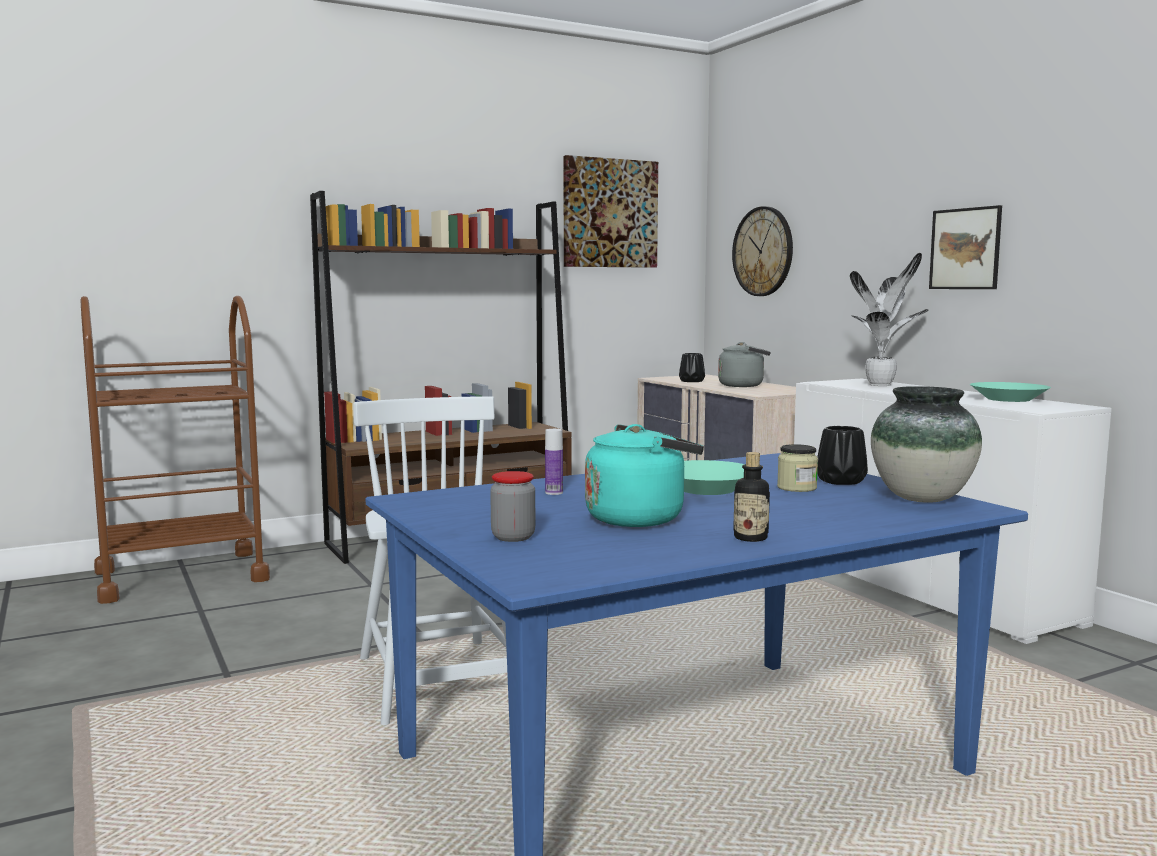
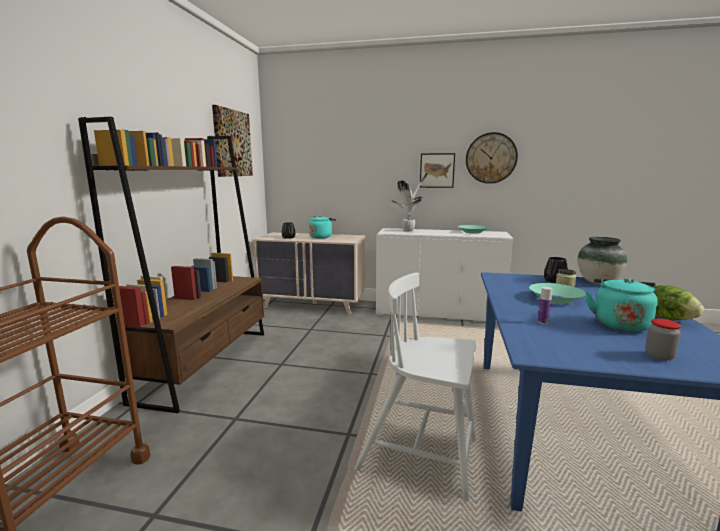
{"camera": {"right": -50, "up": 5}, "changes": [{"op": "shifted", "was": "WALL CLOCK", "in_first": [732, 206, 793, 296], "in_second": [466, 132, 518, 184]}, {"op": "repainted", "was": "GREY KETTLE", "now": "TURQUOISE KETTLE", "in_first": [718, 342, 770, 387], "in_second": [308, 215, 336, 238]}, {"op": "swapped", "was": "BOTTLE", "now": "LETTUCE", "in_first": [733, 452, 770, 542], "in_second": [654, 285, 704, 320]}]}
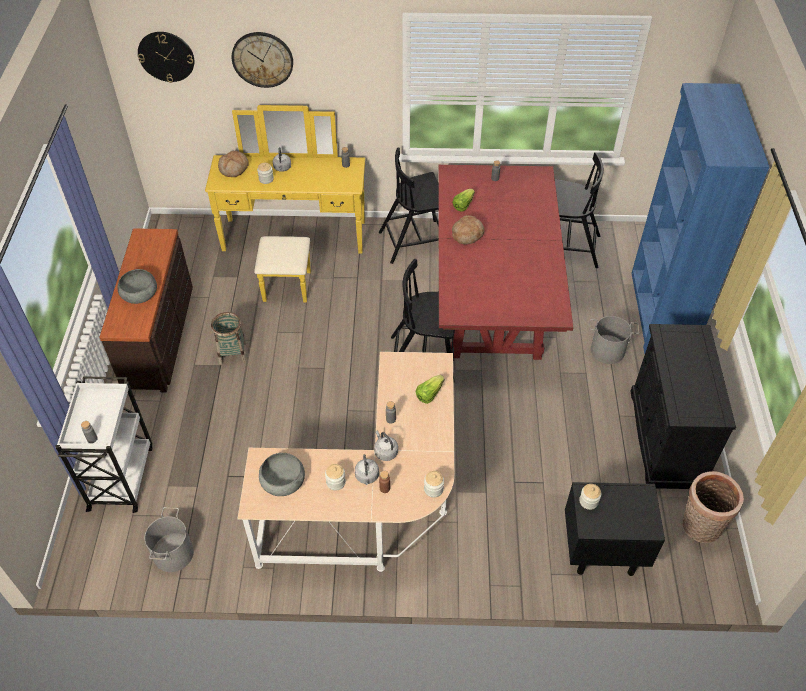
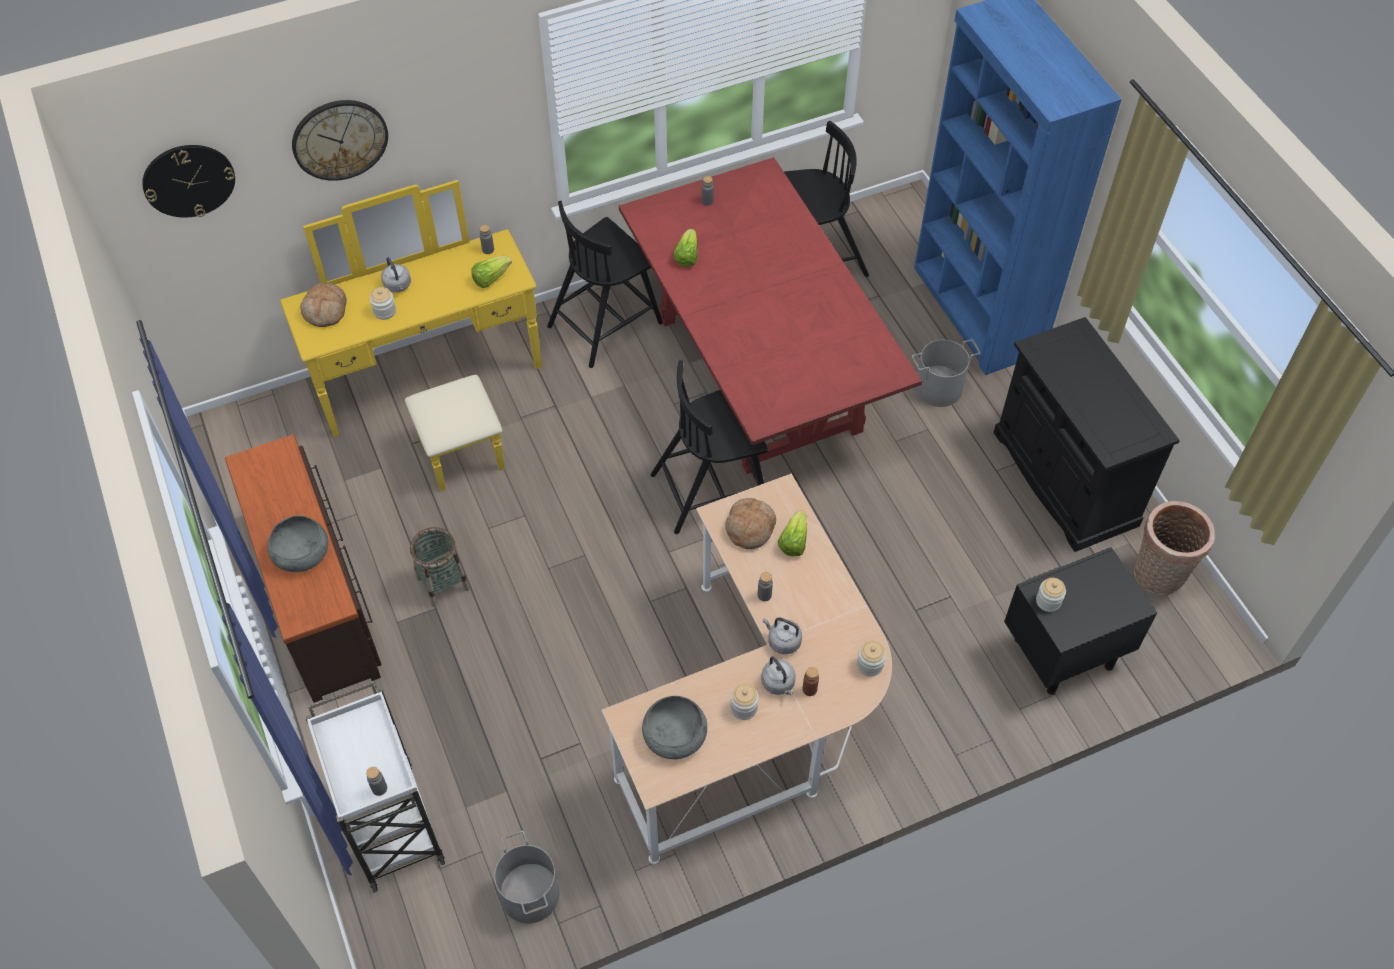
{"camera": {"right": -25, "up": 5}, "changes": [{"op": "shifted", "was": "BREAD", "in_first": [452, 215, 484, 245], "in_second": [725, 498, 776, 549]}, {"op": "new", "now": "LETTUCE", "in_second": [471, 256, 512, 288]}]}
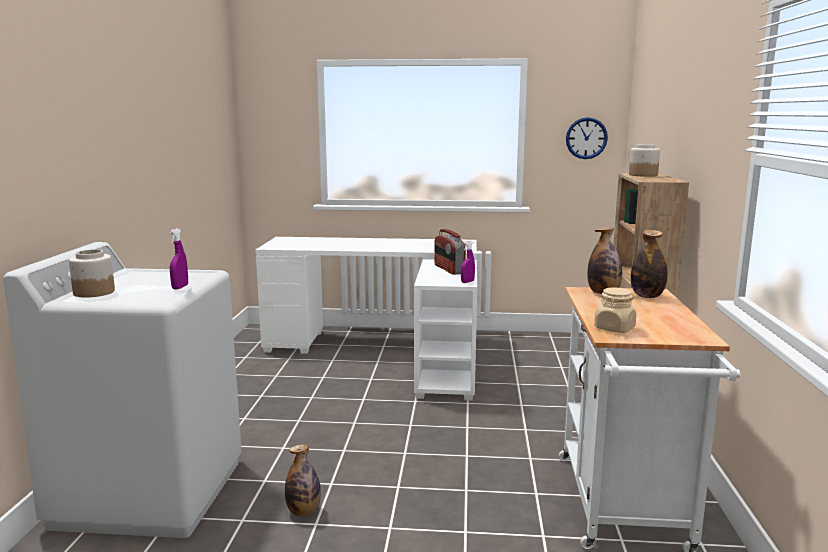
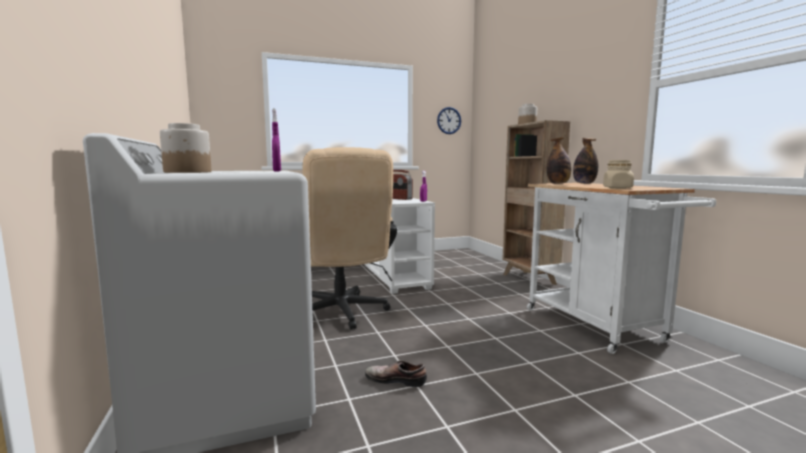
{"camera": {"right": -25, "up": -5}, "changes": [{"op": "swapped", "was": "BOTTLE", "now": "SHOE", "in_first": [285, 444, 321, 516], "in_second": [365, 360, 427, 387]}, {"op": "new", "now": "BEIGE OFFICE CHAIR", "in_second": [302, 147, 397, 330]}]}
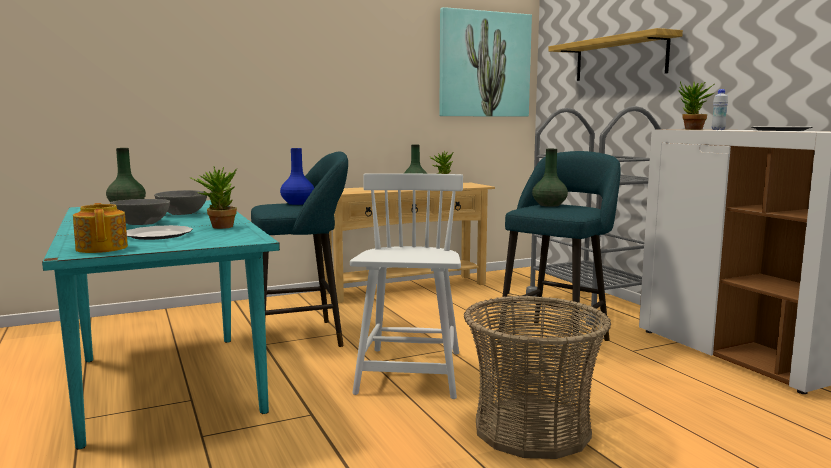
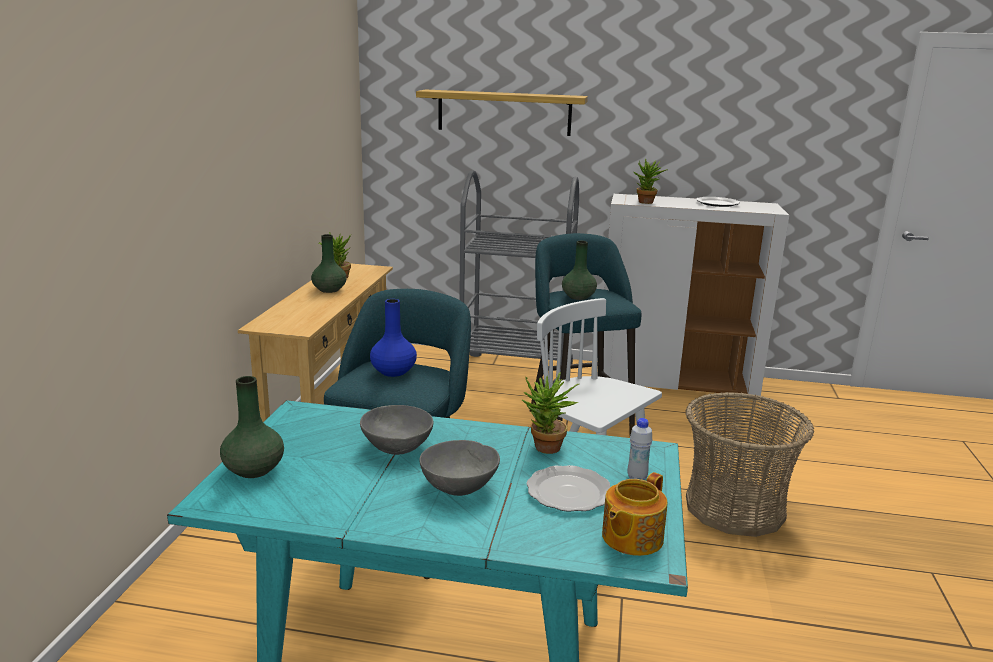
{"camera": {"right": -55, "up": 10}, "changes": [{"op": "gone", "was": "PICTURE", "in_first": [439, 7, 532, 117]}, {"op": "shifted", "was": "WHITE BOTTLE", "in_first": [712, 89, 728, 130], "in_second": [627, 418, 652, 480]}, {"op": "rotated", "was": "TEAPOT", "in_first": [73, 203, 128, 253], "in_second": [602, 472, 668, 556], "clockwise": -60}]}
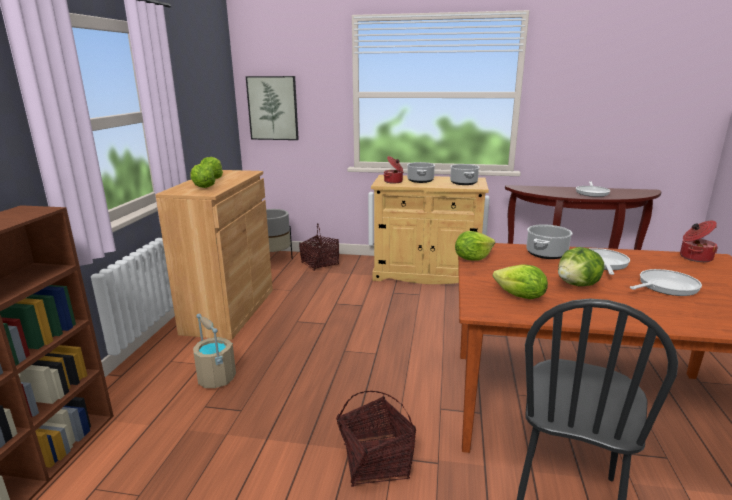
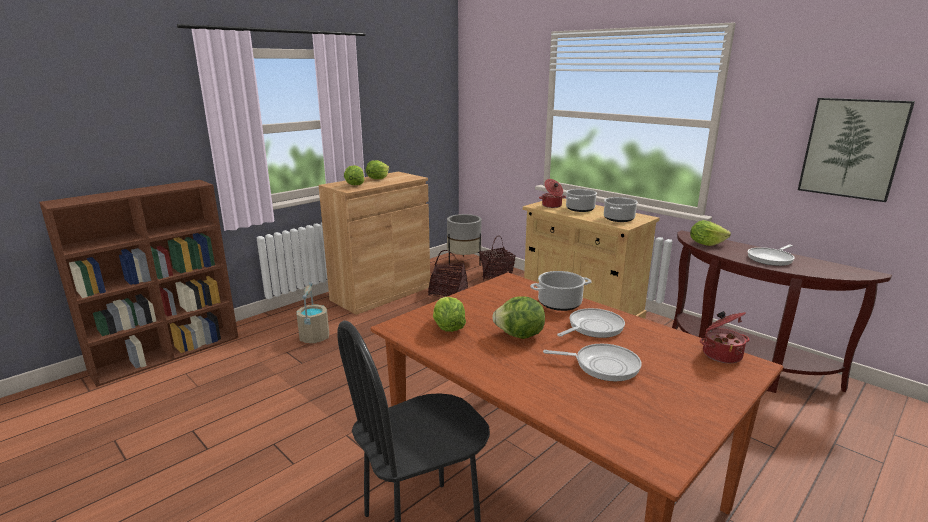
{"camera": {"right": 35, "up": 0}, "changes": [{"op": "shifted", "was": "PICTURE", "in_first": [246, 76, 299, 140], "in_second": [798, 98, 915, 202]}, {"op": "shifted", "was": "LETTUCE", "in_first": [455, 231, 495, 261], "in_second": [690, 220, 731, 246]}, {"op": "shifted", "was": "BASKET", "in_first": [337, 391, 416, 487], "in_second": [428, 250, 468, 297]}]}
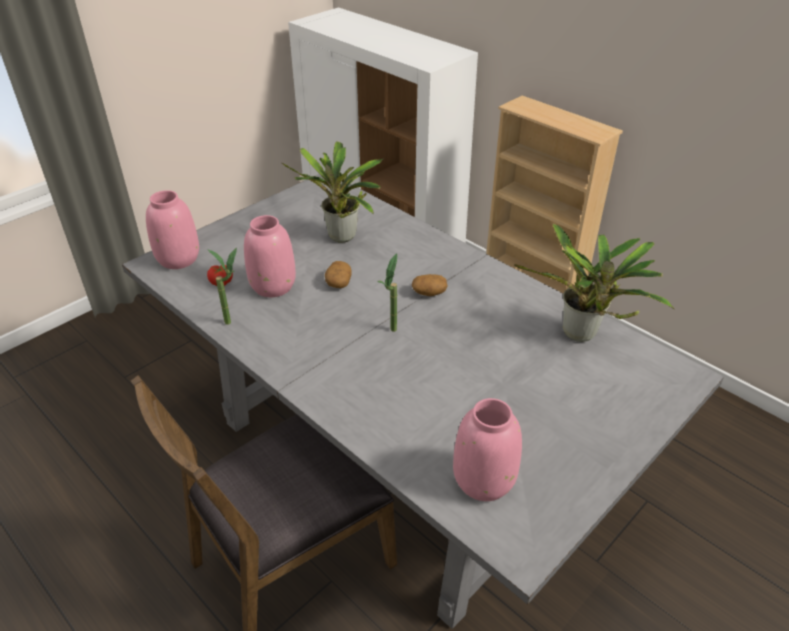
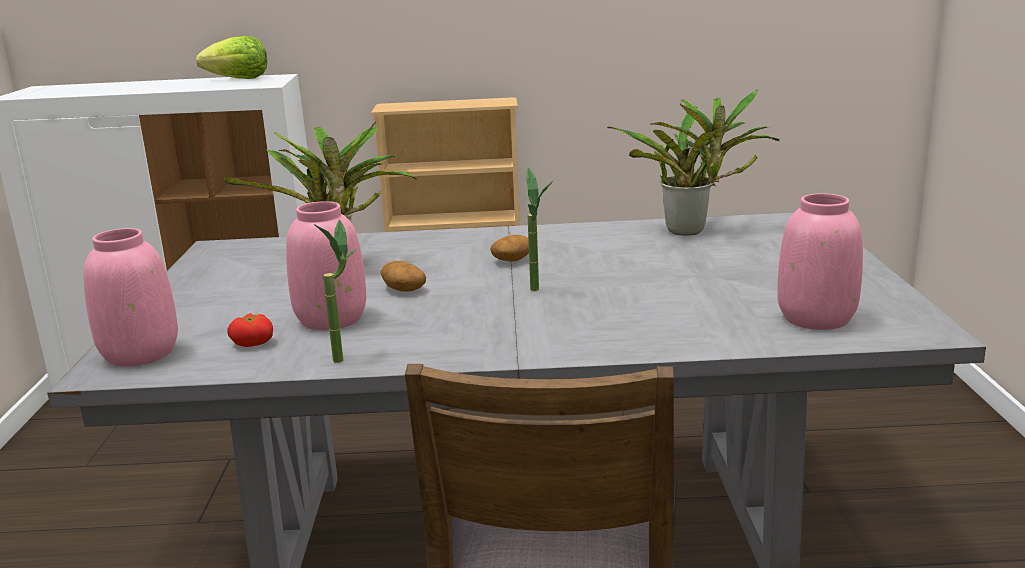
{"camera": {"right": -45, "up": -20}, "changes": [{"op": "new", "now": "LETTUCE", "in_second": [196, 36, 267, 79]}]}
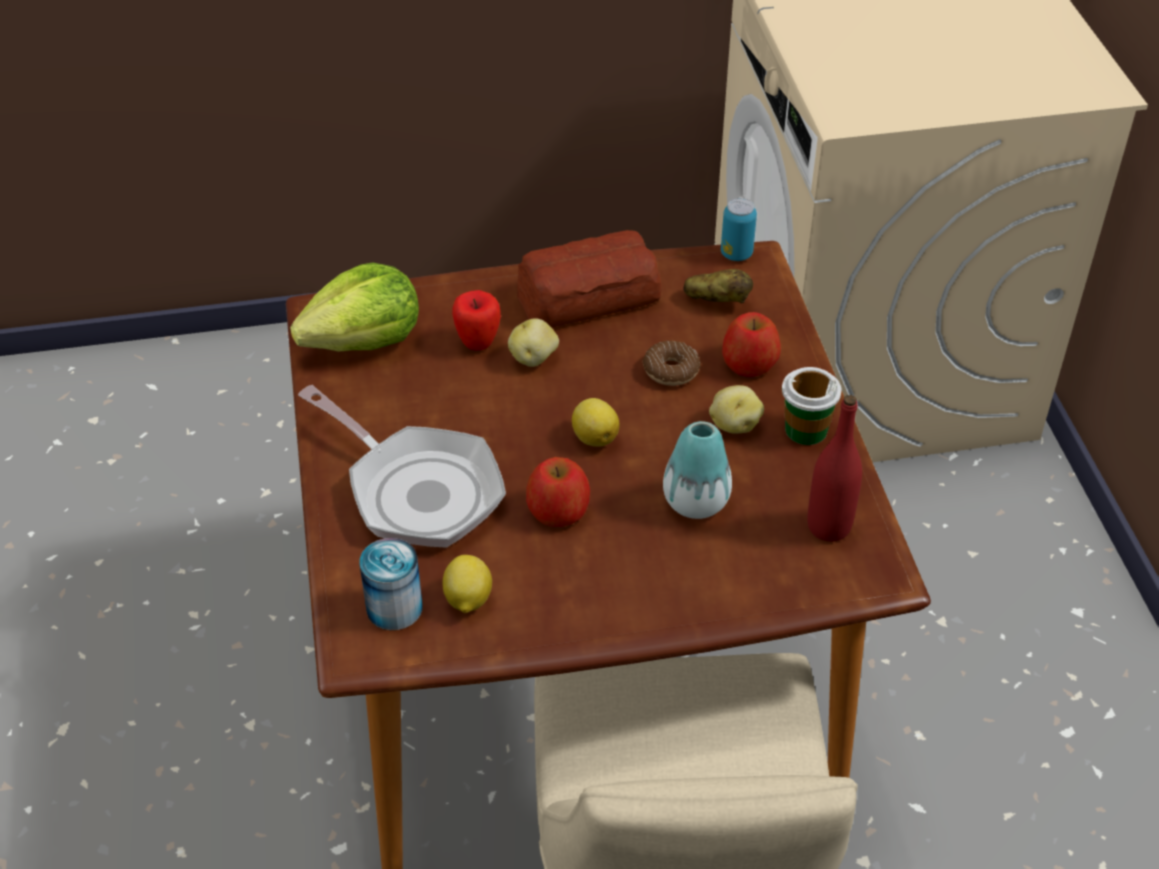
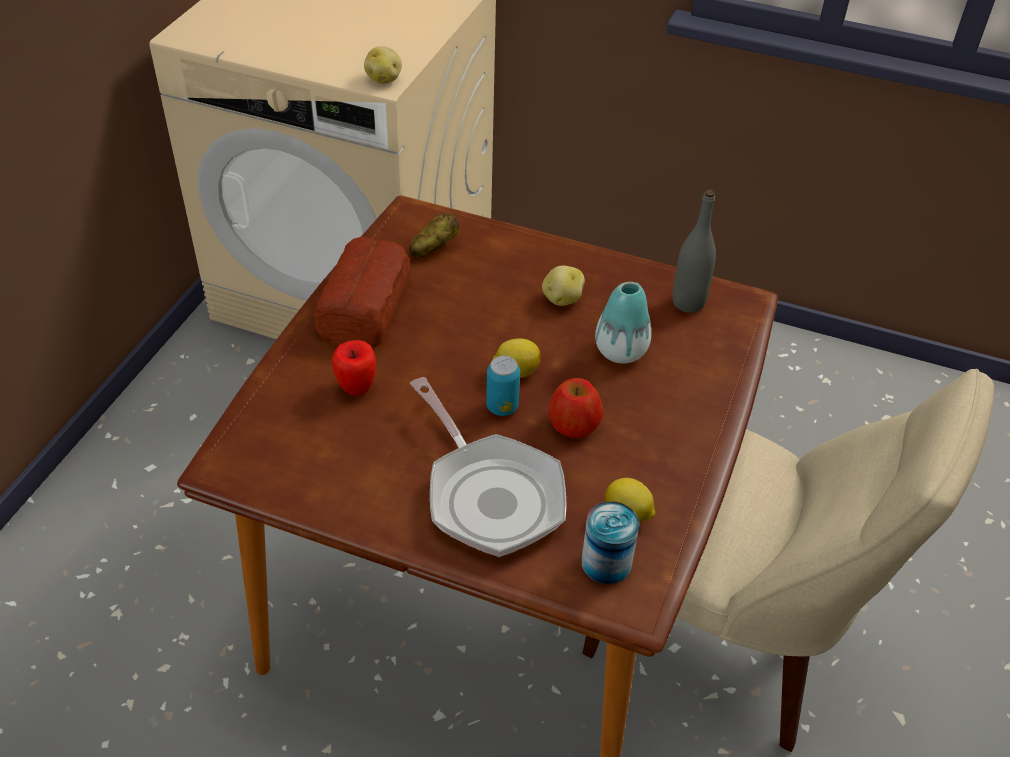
{"camera": {"right": -60, "up": 0}, "changes": [{"op": "shifted", "was": "CAN", "in_first": [721, 198, 757, 261], "in_second": [486, 356, 520, 416]}, {"op": "gone", "was": "LETTUCE", "in_first": [290, 262, 419, 352]}, {"op": "gone", "was": "APPLE", "in_first": [722, 312, 781, 377]}, {"op": "shifted", "was": "POTATO", "in_first": [508, 318, 559, 367], "in_second": [364, 46, 402, 84]}, {"op": "gone", "was": "DONUT", "in_first": [643, 341, 701, 386]}, {"op": "gone", "was": "CUP", "in_first": [782, 367, 842, 445]}, {"op": "rotated", "was": "FRYING PAN", "in_first": [298, 385, 506, 548], "in_second": [410, 377, 567, 557], "clockwise": 75}, {"op": "repainted", "was": "RED BOTTLE", "now": "GREY BOTTLE", "in_first": [807, 395, 862, 542], "in_second": [672, 190, 716, 313]}]}
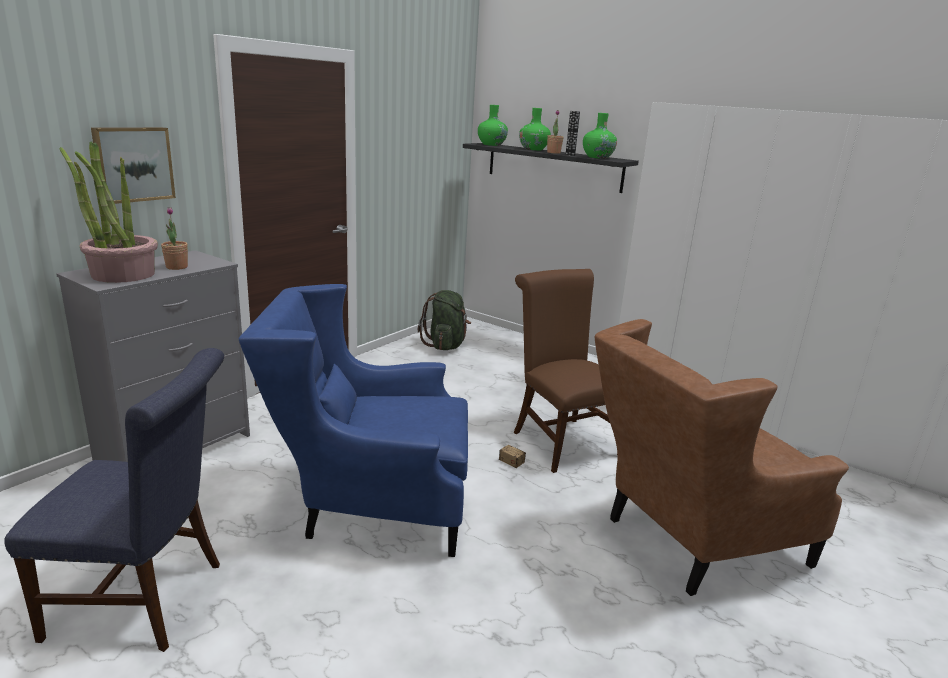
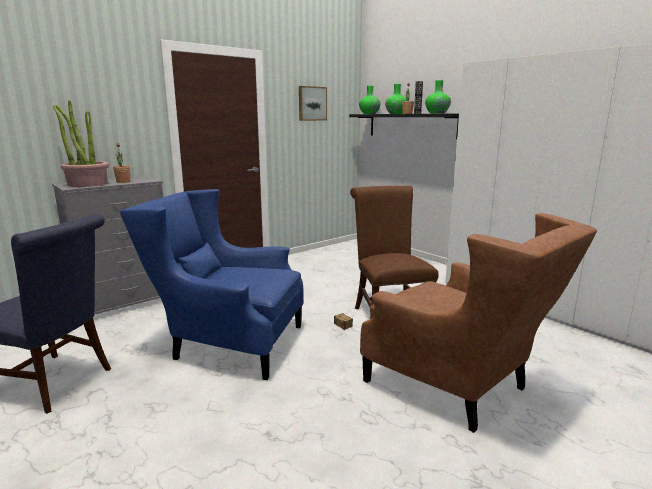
{"camera": {"right": 15, "up": -5}, "changes": [{"op": "shifted", "was": "PICTURE", "in_first": [91, 127, 176, 204], "in_second": [299, 86, 327, 121]}, {"op": "gone", "was": "GREEN BACKPACK", "in_first": [418, 290, 471, 350]}, {"op": "rotated", "was": "BROWN ARMCHAIR", "in_first": [595, 319, 849, 596], "in_second": [360, 213, 597, 433], "clockwise": -120}]}
